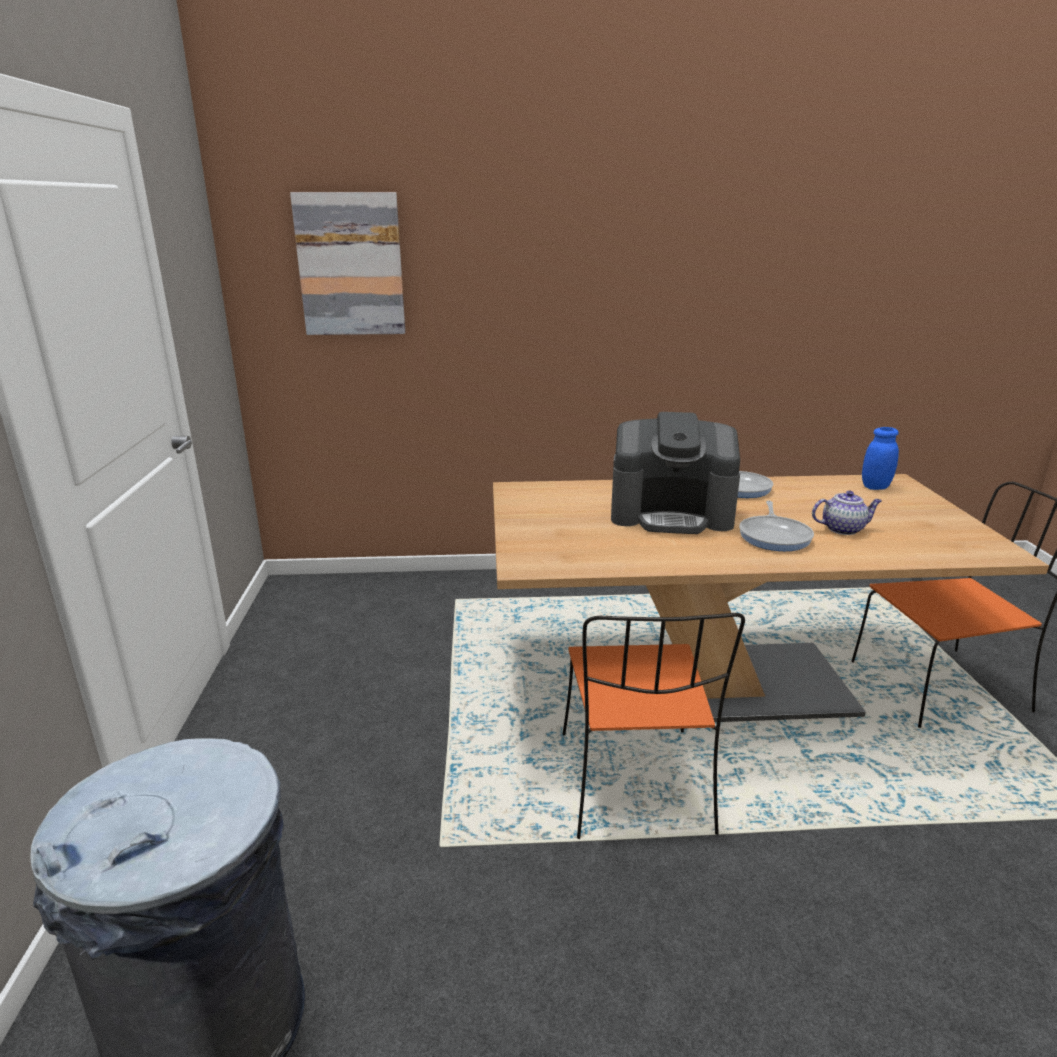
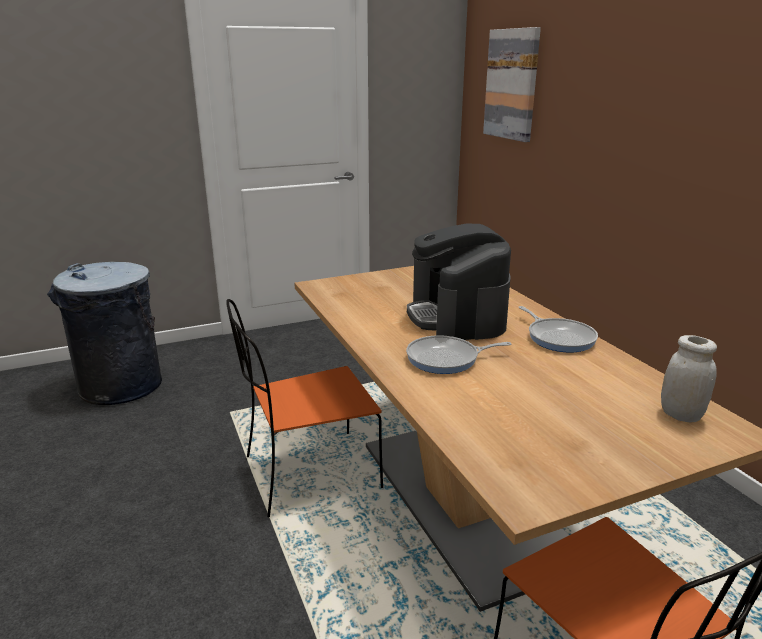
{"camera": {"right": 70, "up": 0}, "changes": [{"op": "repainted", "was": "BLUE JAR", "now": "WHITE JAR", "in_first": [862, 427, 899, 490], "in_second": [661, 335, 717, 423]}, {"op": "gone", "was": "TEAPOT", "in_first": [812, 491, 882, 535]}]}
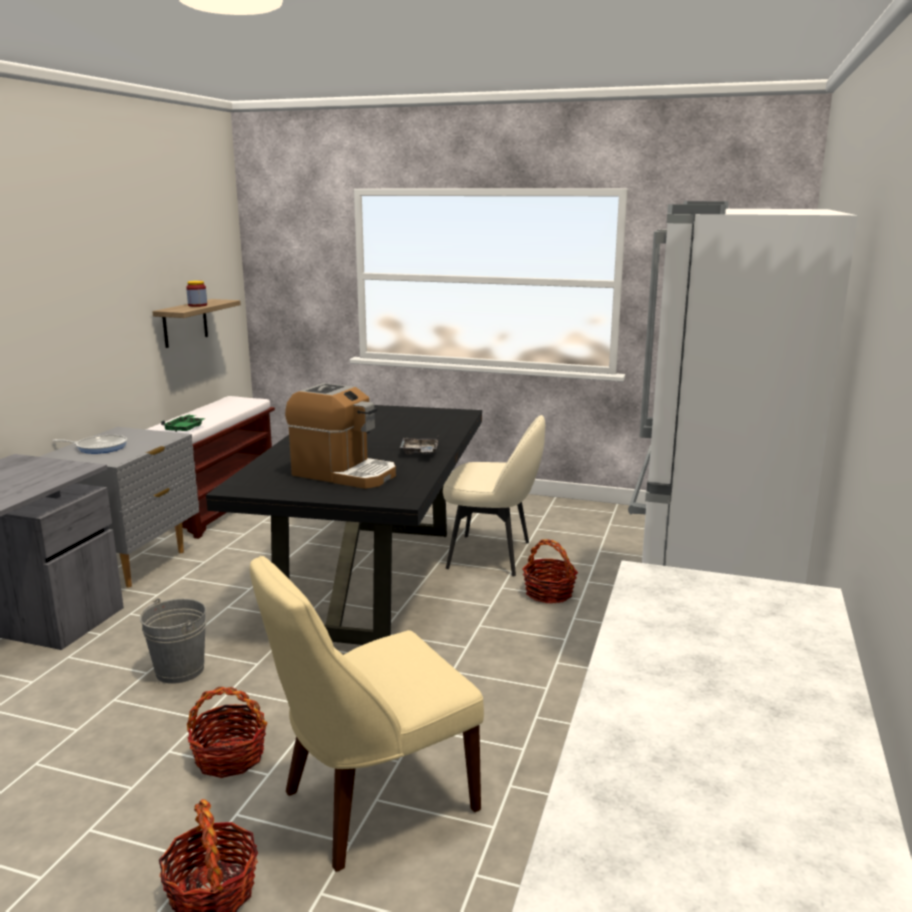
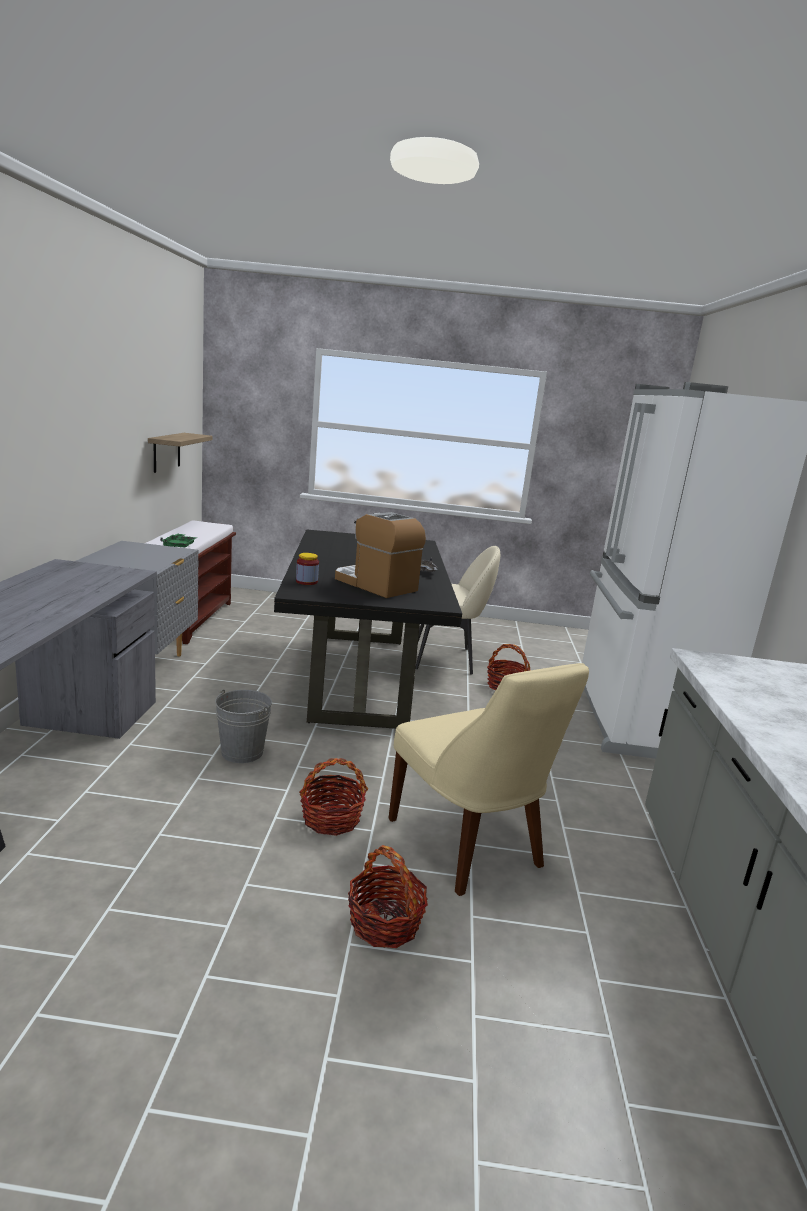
{"camera": {"right": -15, "up": 0}, "changes": [{"op": "shifted", "was": "JAR", "in_first": [186, 281, 207, 307], "in_second": [296, 553, 319, 585]}, {"op": "rotated", "was": "COFFEE MACHINE", "in_first": [285, 383, 396, 489], "in_second": [335, 512, 426, 598], "clockwise": -150}, {"op": "gone", "was": "FRYING PAN", "in_first": [52, 435, 127, 454]}, {"op": "rotated", "was": "BEIGE CHAIR", "in_first": [250, 556, 484, 872], "in_second": [388, 663, 589, 896], "clockwise": -75}]}
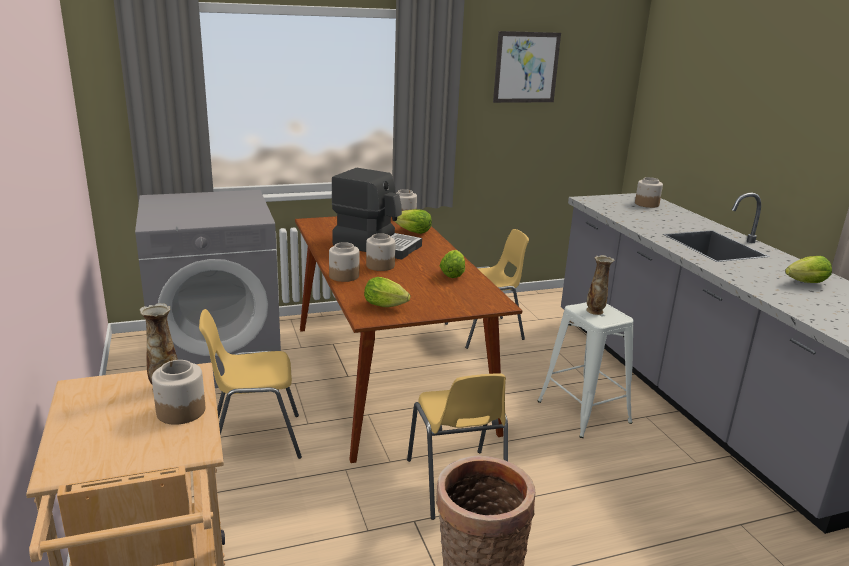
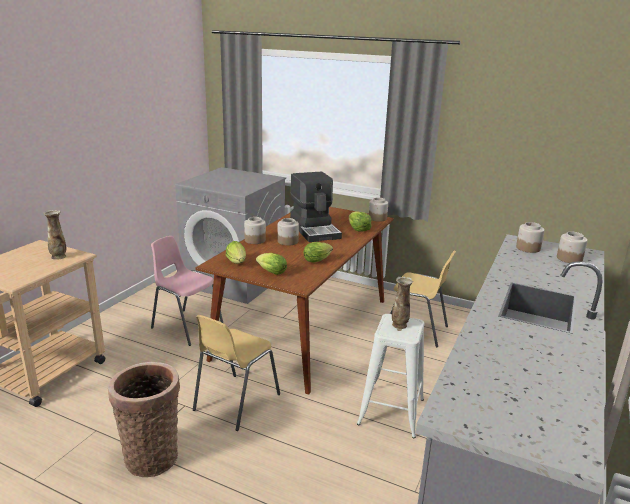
{"camera": {"right": 45, "up": 0}, "changes": [{"op": "gone", "was": "PICTURE", "in_first": [493, 31, 561, 103]}, {"op": "shifted", "was": "LETTUCE", "in_first": [785, 256, 832, 283], "in_second": [256, 253, 287, 275]}, {"op": "repainted", "was": "YELLOW CHAIR", "now": "PINK CHAIR", "in_first": [199, 309, 302, 459], "in_second": [151, 236, 223, 346]}, {"op": "shifted", "was": "JAR", "in_first": [152, 360, 205, 425], "in_second": [516, 222, 545, 253]}]}
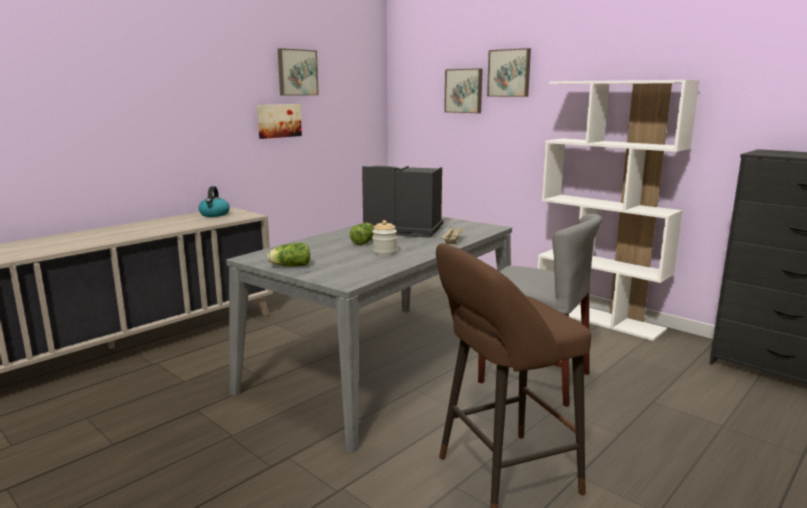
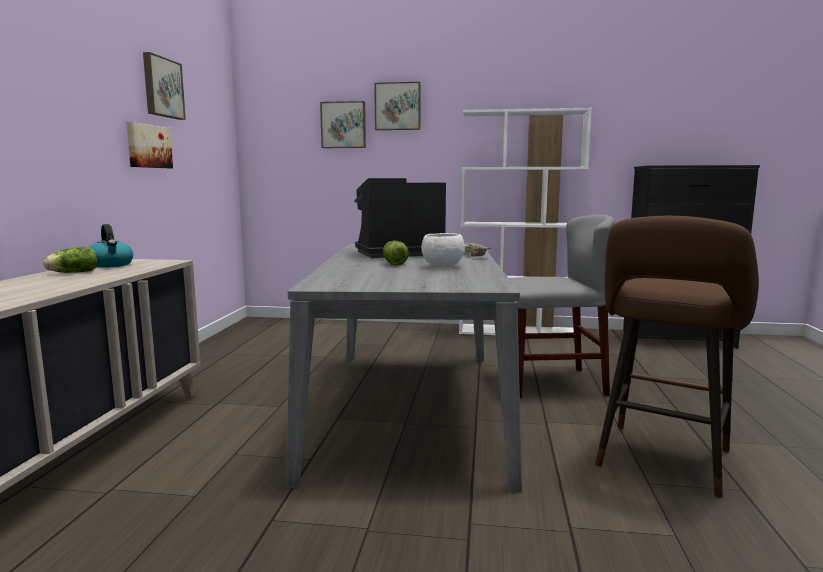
{"camera": {"right": -35, "up": -5}, "changes": [{"op": "swapped", "was": "JAR", "now": "WHITE BOWL", "in_first": [372, 220, 397, 256], "in_second": [421, 233, 465, 267]}, {"op": "shifted", "was": "LETTUCE", "in_first": [267, 243, 310, 267], "in_second": [43, 247, 97, 273]}]}
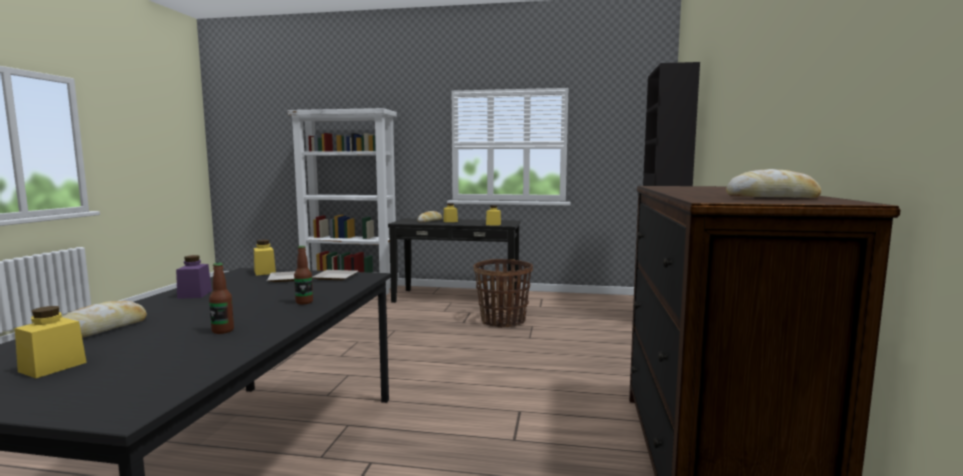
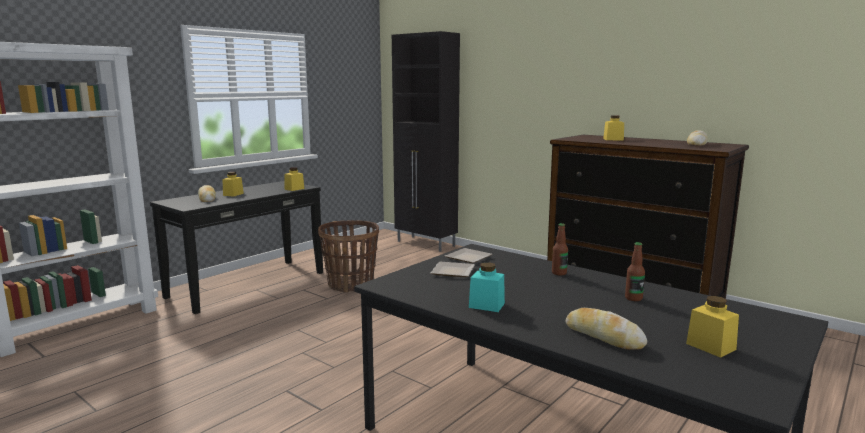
{"camera": {"right": -60, "up": 5}, "changes": [{"op": "shifted", "was": "YELLOW JAR", "in_first": [254, 240, 276, 276], "in_second": [603, 115, 624, 140]}, {"op": "repainted", "was": "PURPLE JAR", "now": "TURQUOISE JAR", "in_first": [176, 255, 212, 299], "in_second": [469, 262, 505, 312]}]}
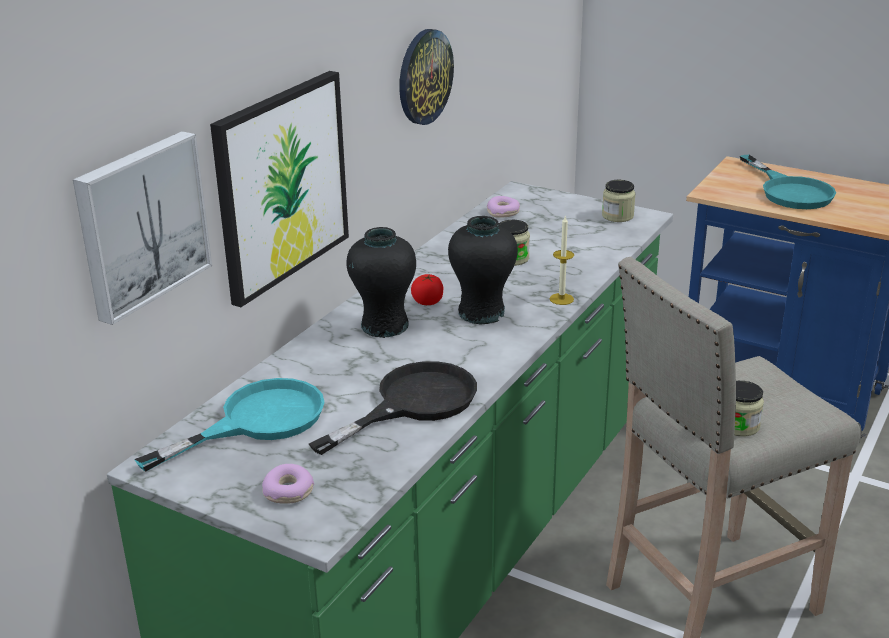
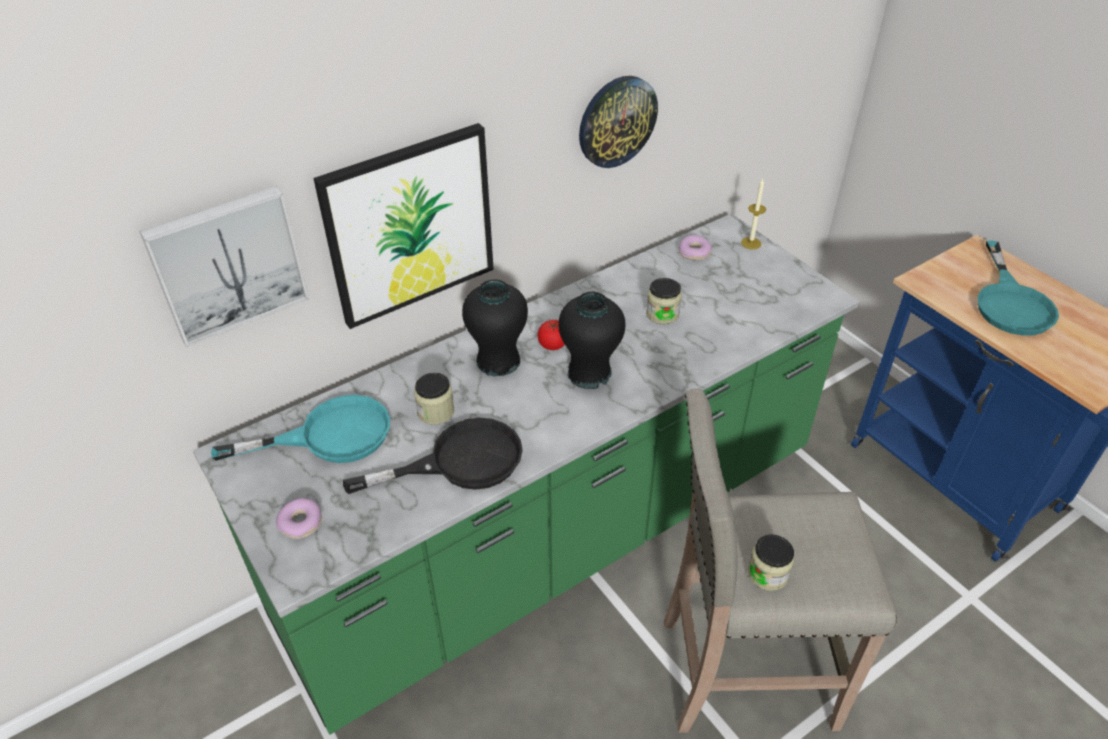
{"camera": {"right": 25, "up": 15}, "changes": [{"op": "shifted", "was": "JAR", "in_first": [602, 180, 636, 222], "in_second": [414, 373, 454, 425]}, {"op": "shifted", "was": "CANDLE", "in_first": [550, 216, 574, 305], "in_second": [741, 179, 766, 249]}]}
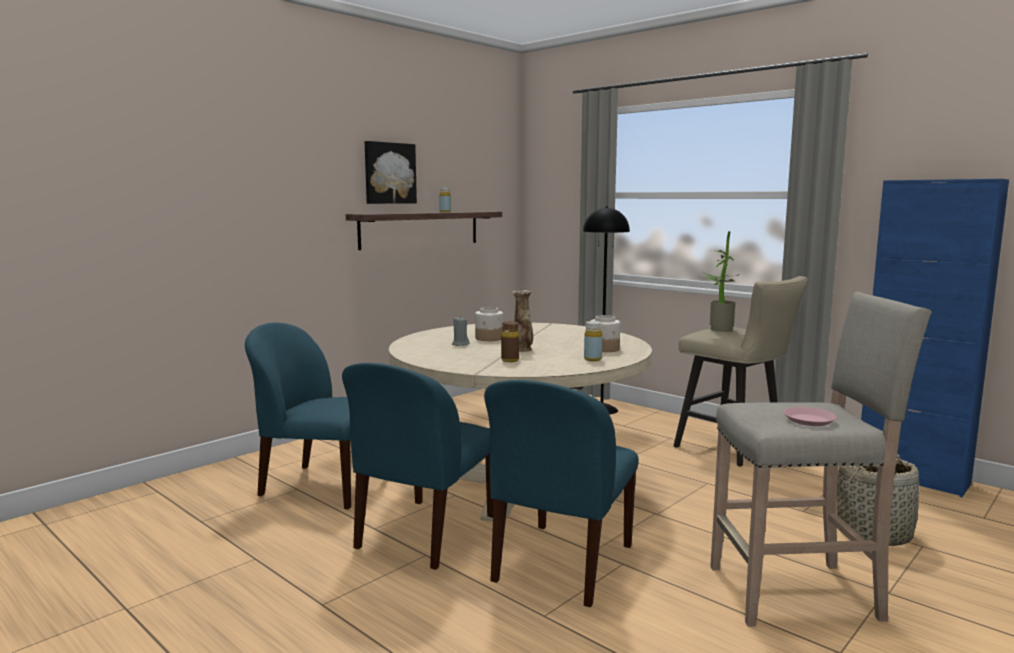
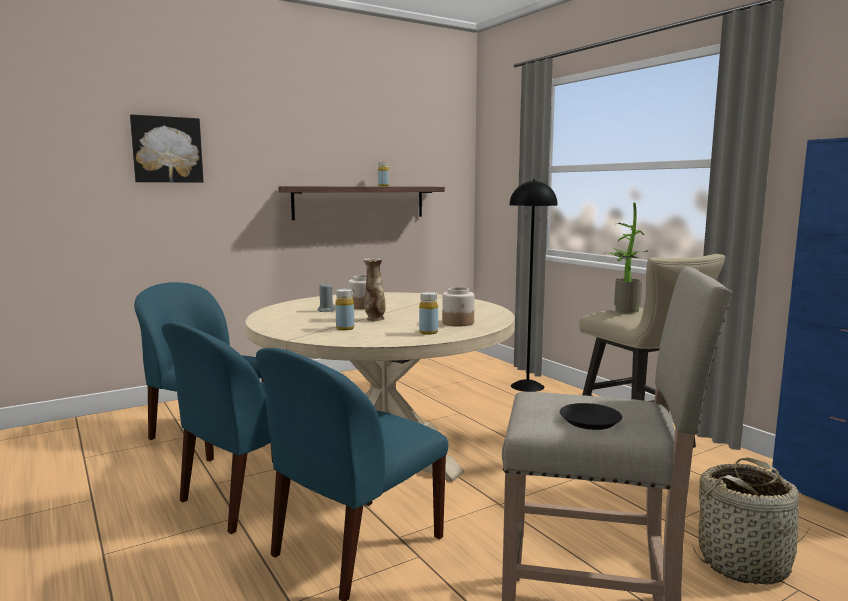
{"camera": {"right": 15, "up": 0}, "changes": [{"op": "shifted", "was": "PICTURE", "in_first": [365, 141, 417, 204], "in_second": [130, 114, 204, 183]}, {"op": "repainted", "was": "BROWN BOTTLE", "now": "YELLOW BOTTLE", "in_first": [501, 322, 519, 362], "in_second": [335, 289, 354, 330]}, {"op": "repainted", "was": "PINK PLATE", "now": "BLACK PLATE", "in_first": [783, 407, 837, 426], "in_second": [560, 403, 622, 430]}]}
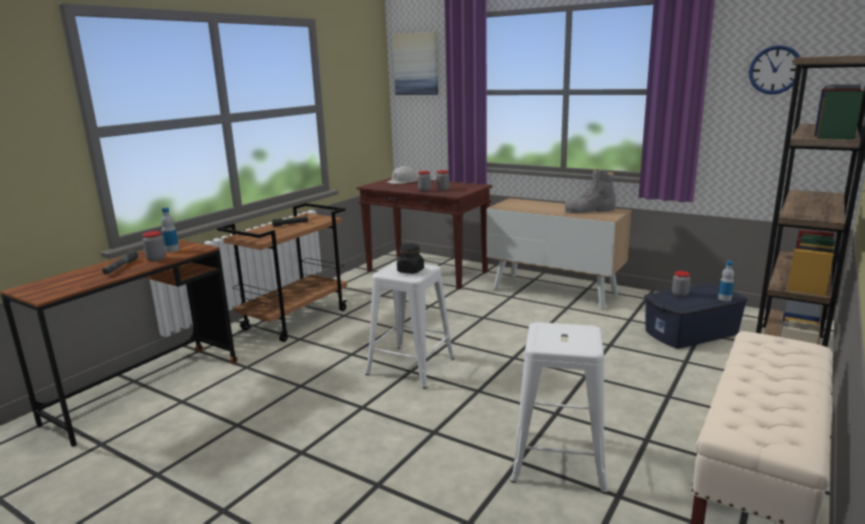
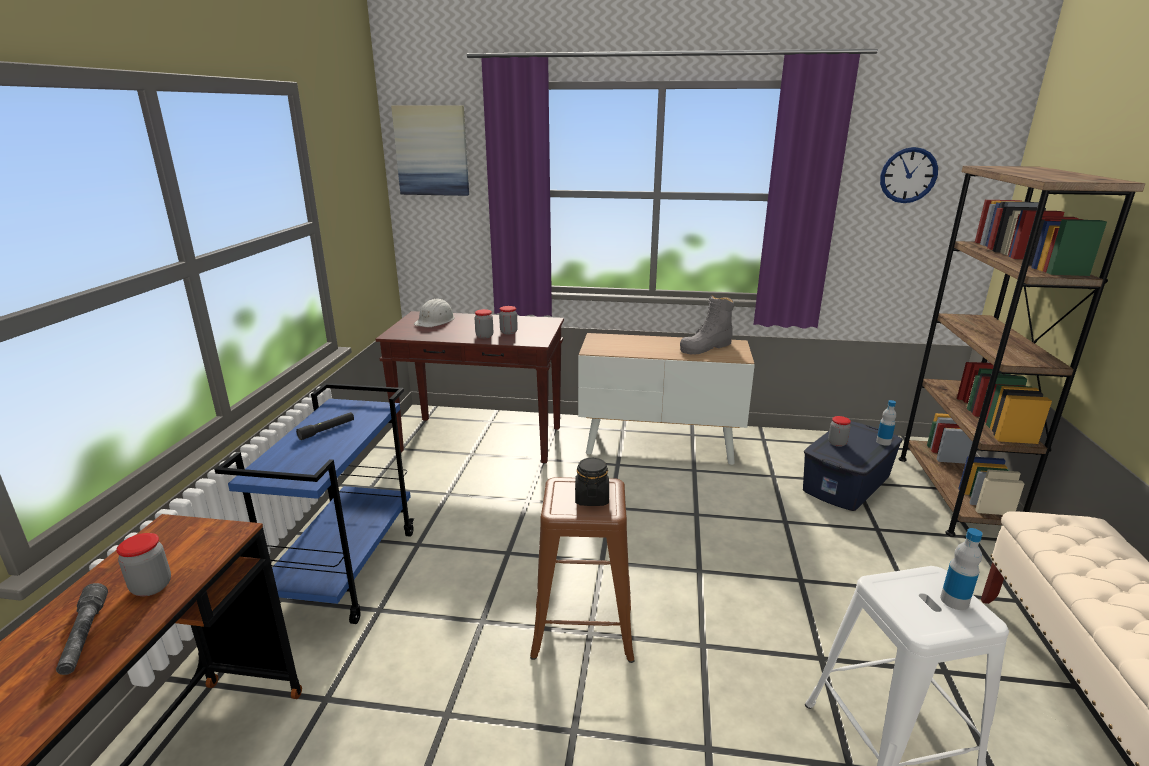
{"camera": {"right": -25, "up": 5}, "changes": [{"op": "repainted", "was": "BROWN CART", "now": "BLUE CART", "in_first": [217, 203, 347, 342], "in_second": [214, 383, 414, 624]}, {"op": "shifted", "was": "BOTTLE", "in_first": [161, 207, 179, 252], "in_second": [940, 528, 983, 610]}, {"op": "repainted", "was": "WHITE STOOL", "now": "BROWN STOOL", "in_first": [365, 261, 455, 389], "in_second": [530, 477, 635, 663]}]}
